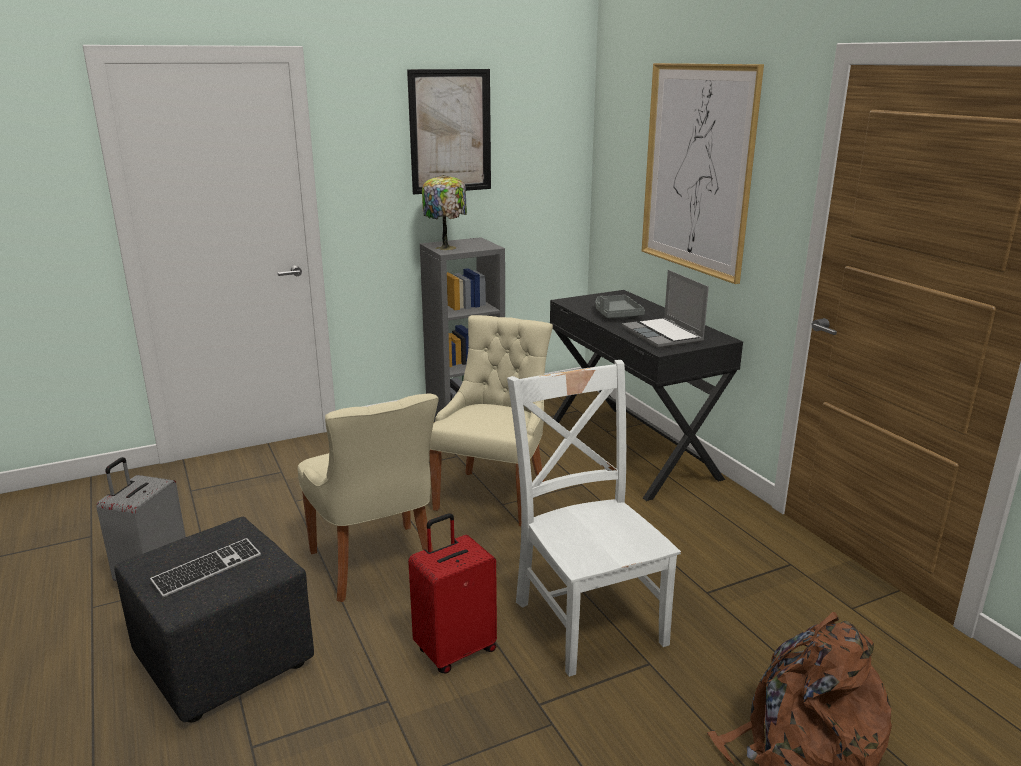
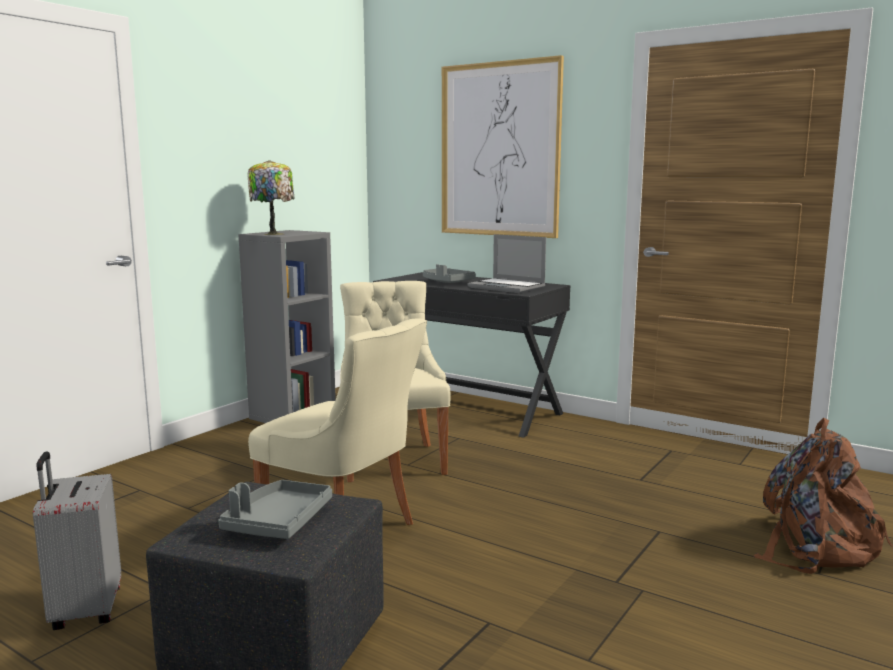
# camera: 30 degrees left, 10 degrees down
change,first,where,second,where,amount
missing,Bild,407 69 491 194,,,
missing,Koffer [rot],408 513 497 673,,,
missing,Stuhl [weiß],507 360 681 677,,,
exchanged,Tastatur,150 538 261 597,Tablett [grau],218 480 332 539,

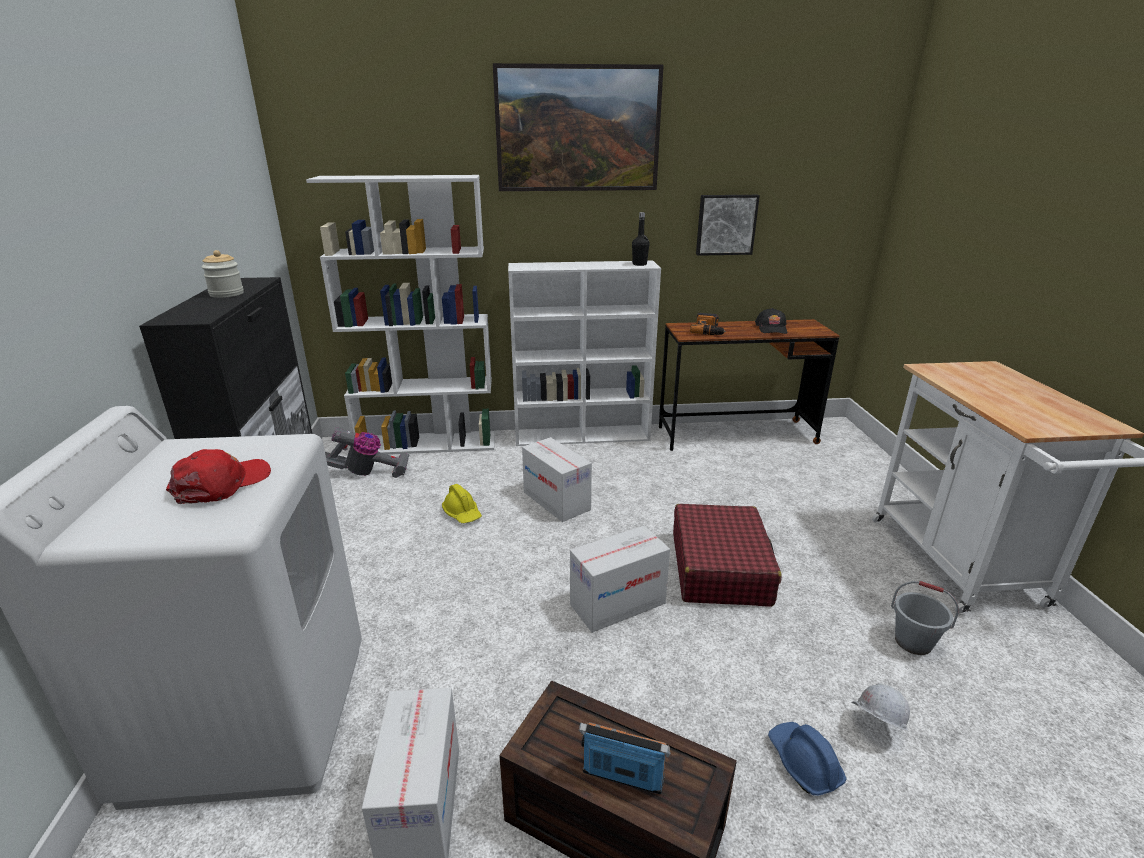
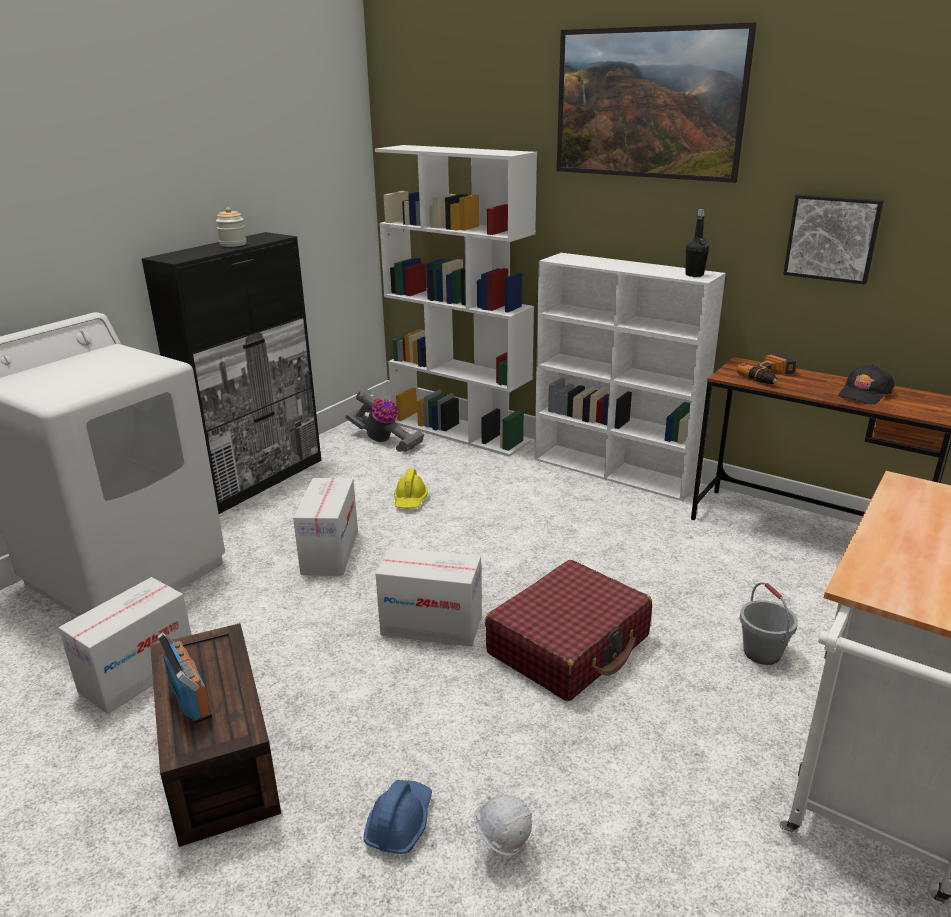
# camera: 40 degrees right, 0 degrees up
change,first,where,second,where,amount
missing,Kappe [rot],166 449 271 504,,,
relocated,Karton,522 437 592 522,,293 478 358 576,
relocated,Eimer [grau],891 581 959 655,,740 582 798 665,

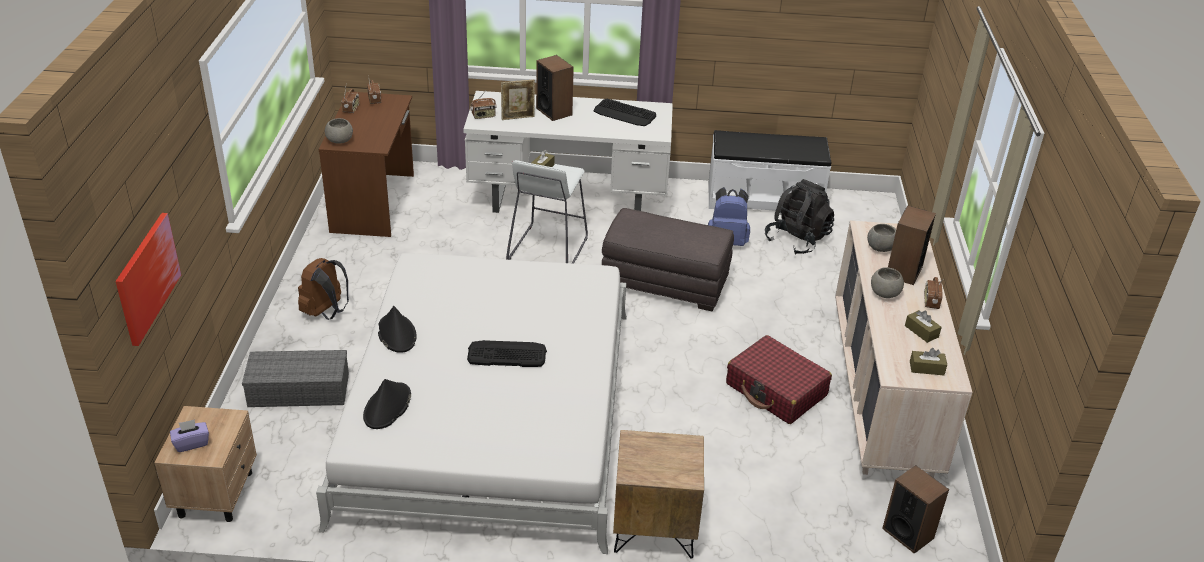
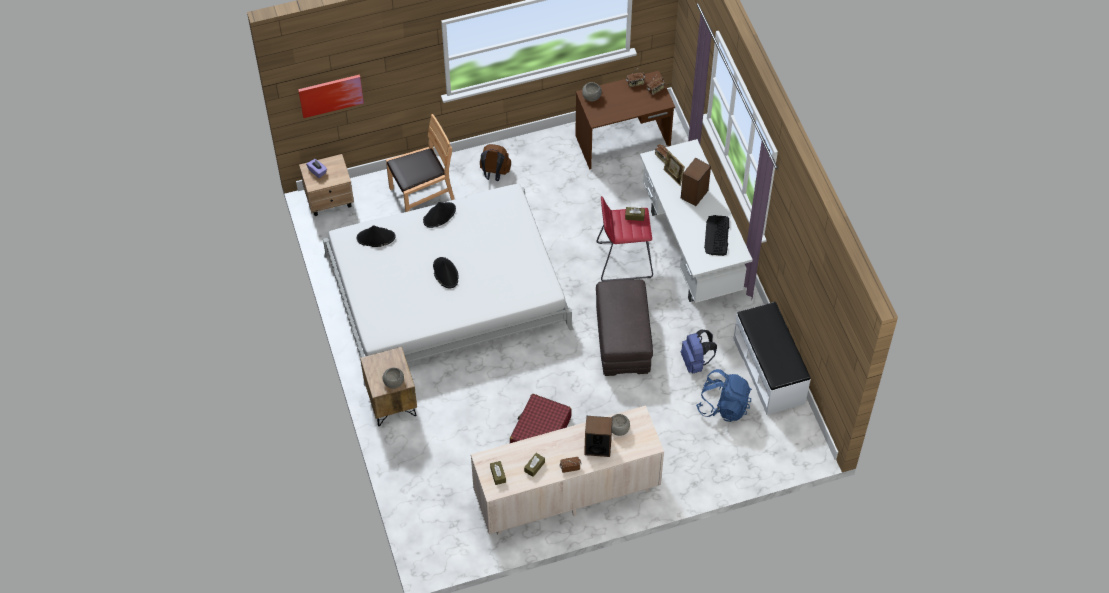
# camera: 70 degrees right, 20 degrees up
change,first,where,second,where,amount
missing,Lautsprecher,882 465 949 554,,,
relocated,Schüssel [grau],871 267 904 298,,383 368 404 389,
exchanged,Aufbewahrungsbox [grau],242 350 349 407,Stuhl [braun],386 114 454 212,
exchanged,Tastatur,467 340 547 367,Hut [schwarz],433 257 459 288,
colour,Hocker [weiß],506 160 588 264,Hocker [rot],597 196 653 281,
colour,Rucksack [schwarz],765 179 834 255,Rucksack [blau],696 369 752 422,

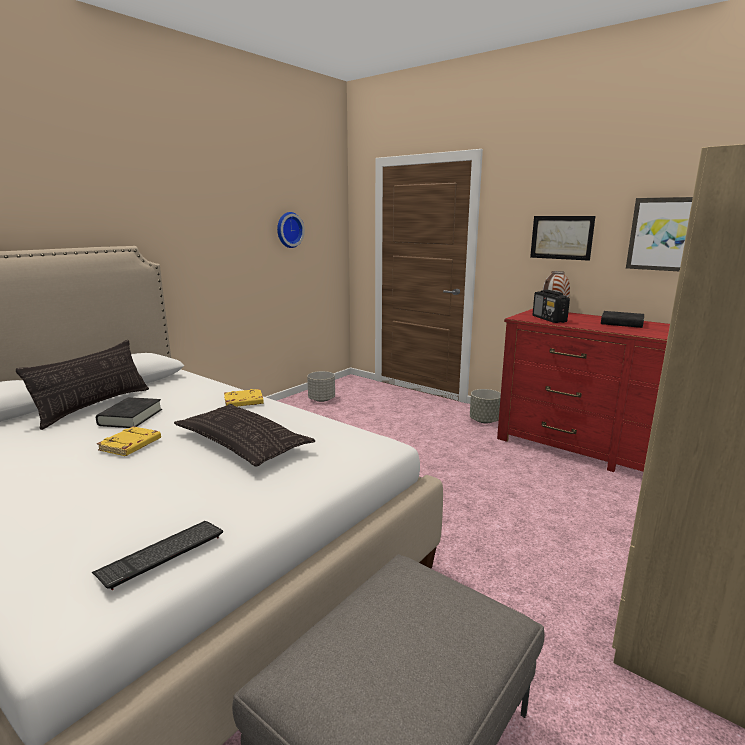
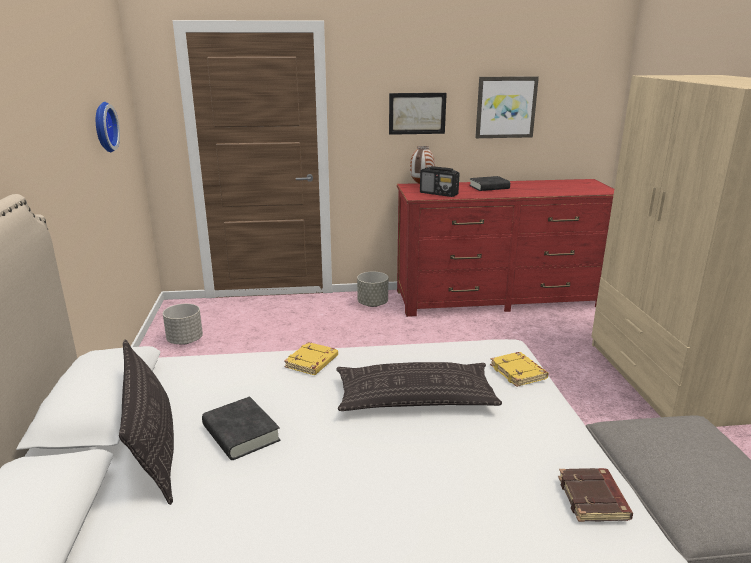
# camera: 45 degrees left, 5 degrees up
change,first,where,second,where,amount
relocated,Buch [gelb],97 426 161 456,,490 352 549 387,
exchanged,Tastatur,92 521 223 590,Buch [braun],558 468 633 522,

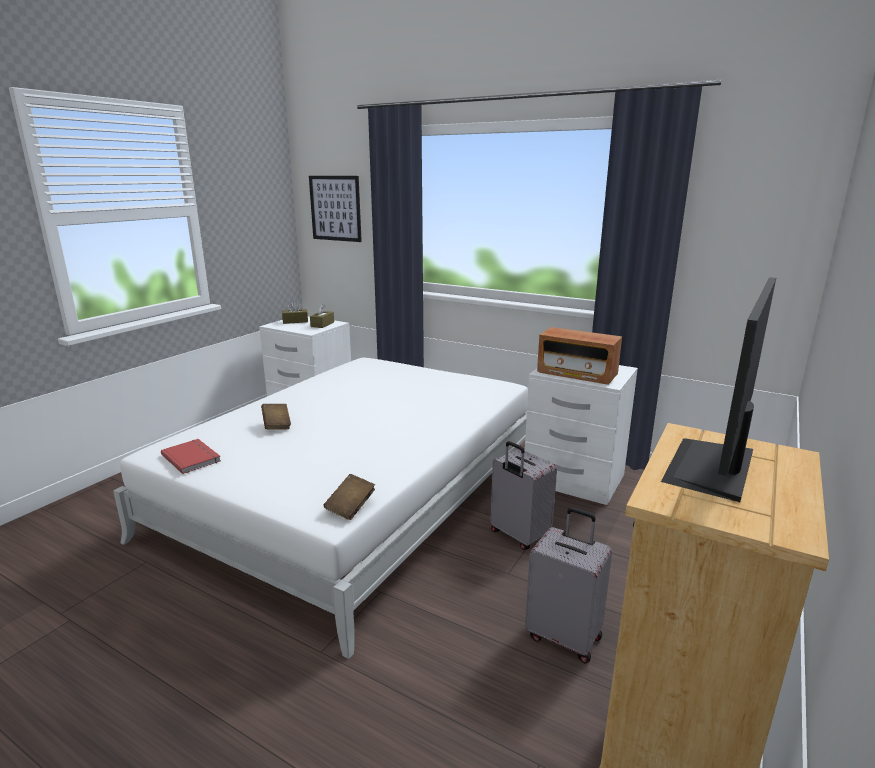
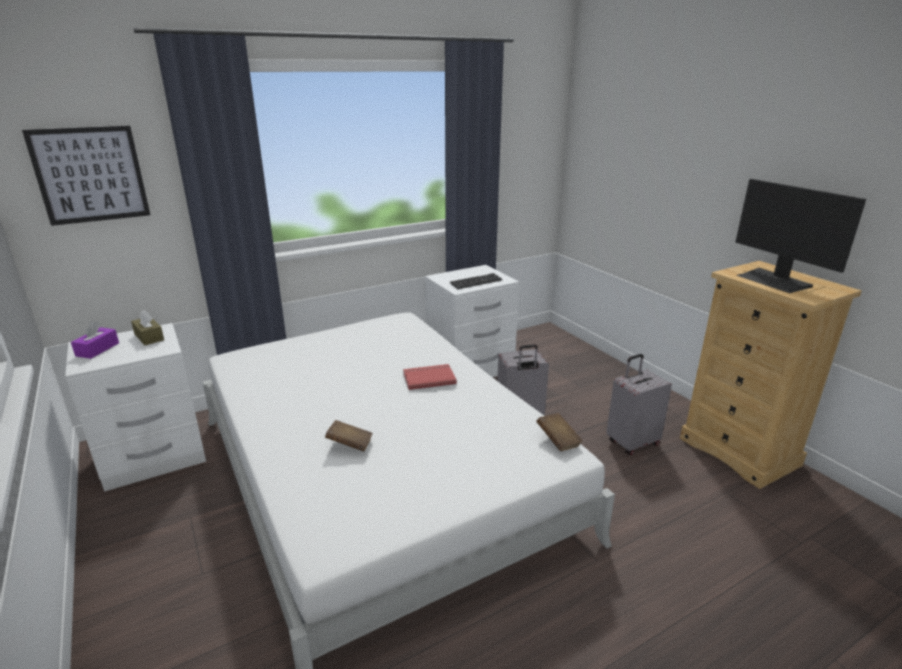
# camera: 60 degrees left, 5 degrees up
change,first,where,second,where,amount
relocated,Buch [rot],161 439 221 474,,403 364 457 390,
exchanged,Radio,537 327 622 385,Tastatur,450 273 502 289,
colour,Taschentuchbox [braun],282 301 308 324,Taschentuchbox [lila],71 321 119 359,

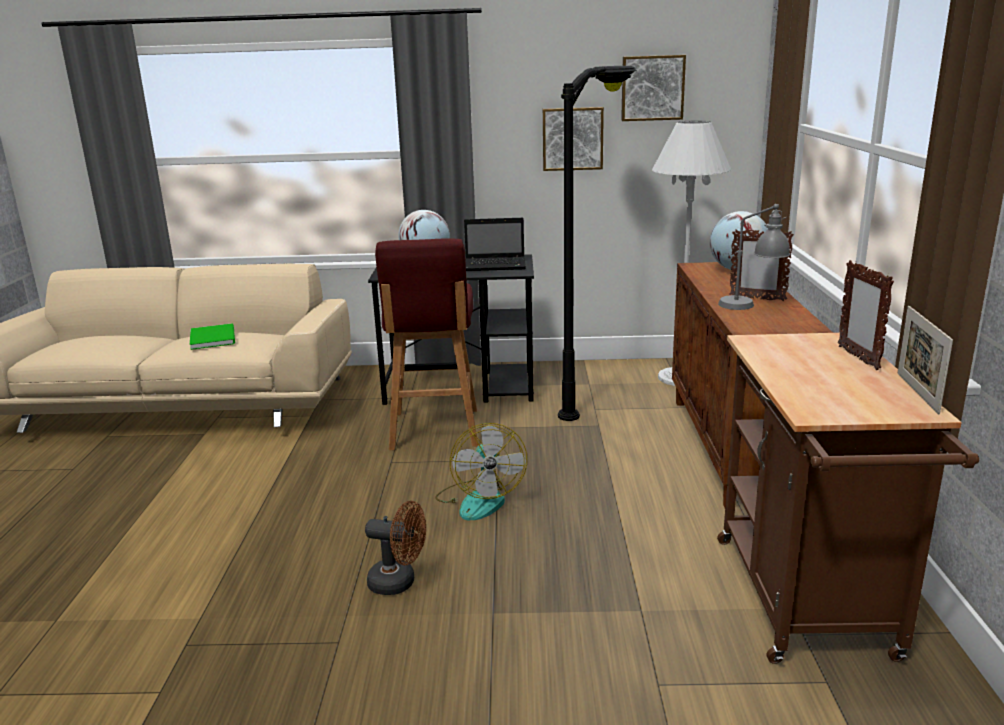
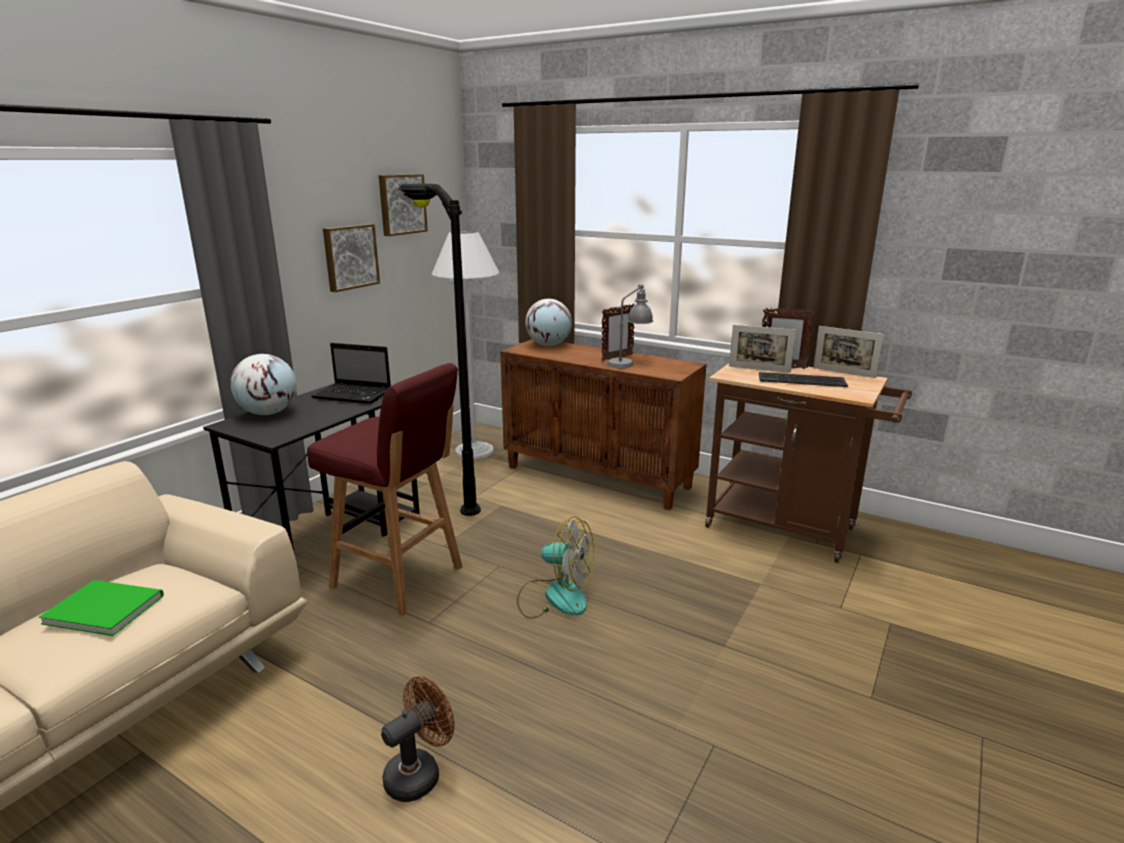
# camera: 60 degrees left, 0 degrees up
change,first,where,second,where,amount
appeared,,,Bilderrahmen,729 325 796 373,
appeared,,,Tastatur,759 372 848 388,
relocated,Ventilator [braun],365 501 426 595,,381 676 454 802,
spun,Laptop,464 218 526 271,,311 343 391 404,75 degrees clockwise

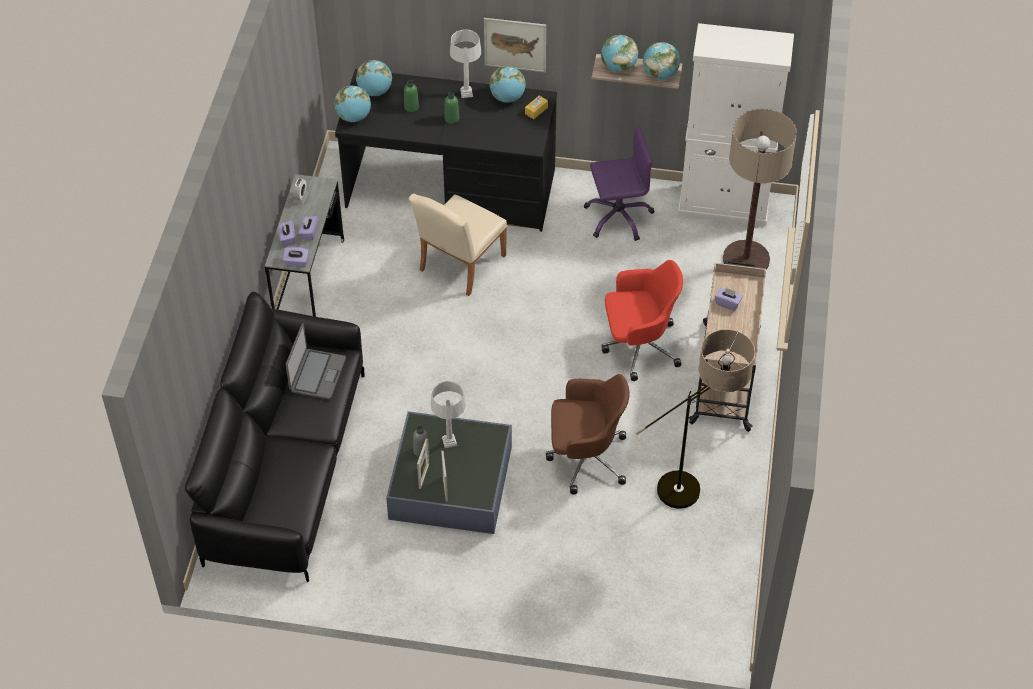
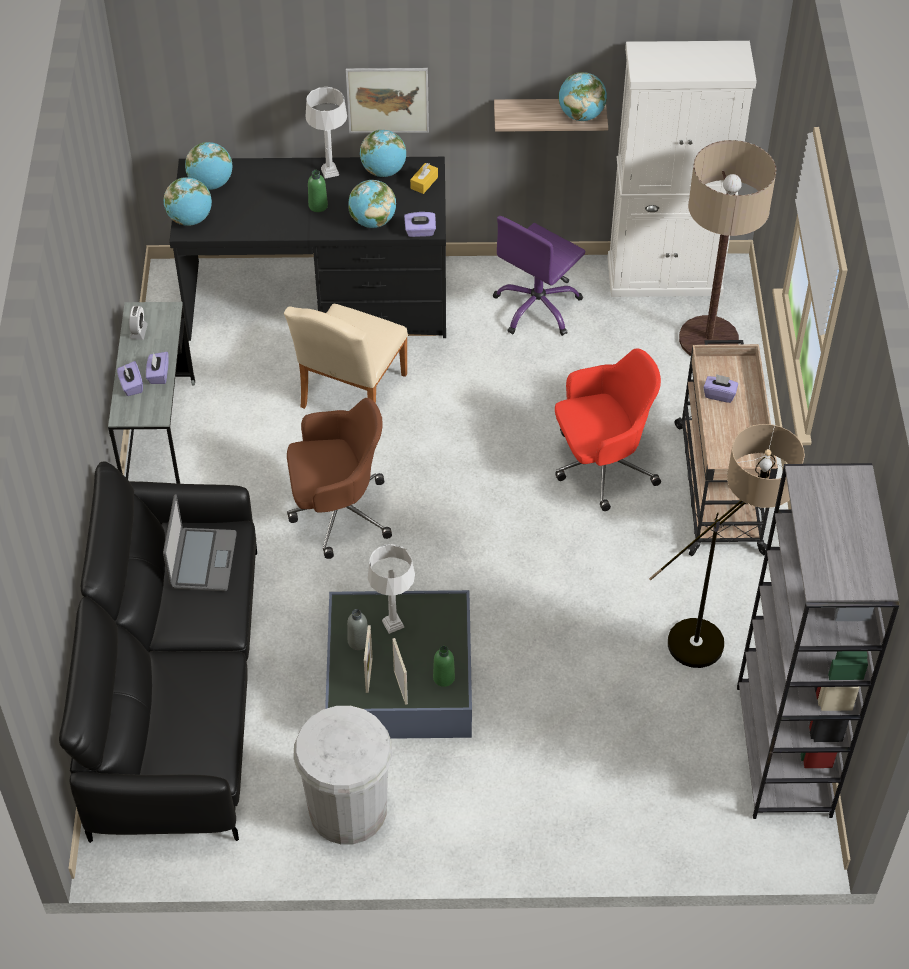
# camera: 10 degrees left, 0 degrees up
change,first,where,second,where,amount
appeared,,,Mülleimer [weiß],293 706 392 845,
appeared,,,Bücherregal [grau],737 463 899 819,
relocated,Taschentuchbox [lila],283 247 309 267,,404 212 436 237,
relocated,Flasche [grün],404 80 419 112,,433 646 455 687,
relocated,Bürostuhl [braun],546 374 630 494,,287 398 392 559,
relocated,Globus,601 35 638 72,,348 180 396 228,
spun,Bürostuhl [lila],584 126 655 241,,493 216 585 336,150 degrees clockwise

